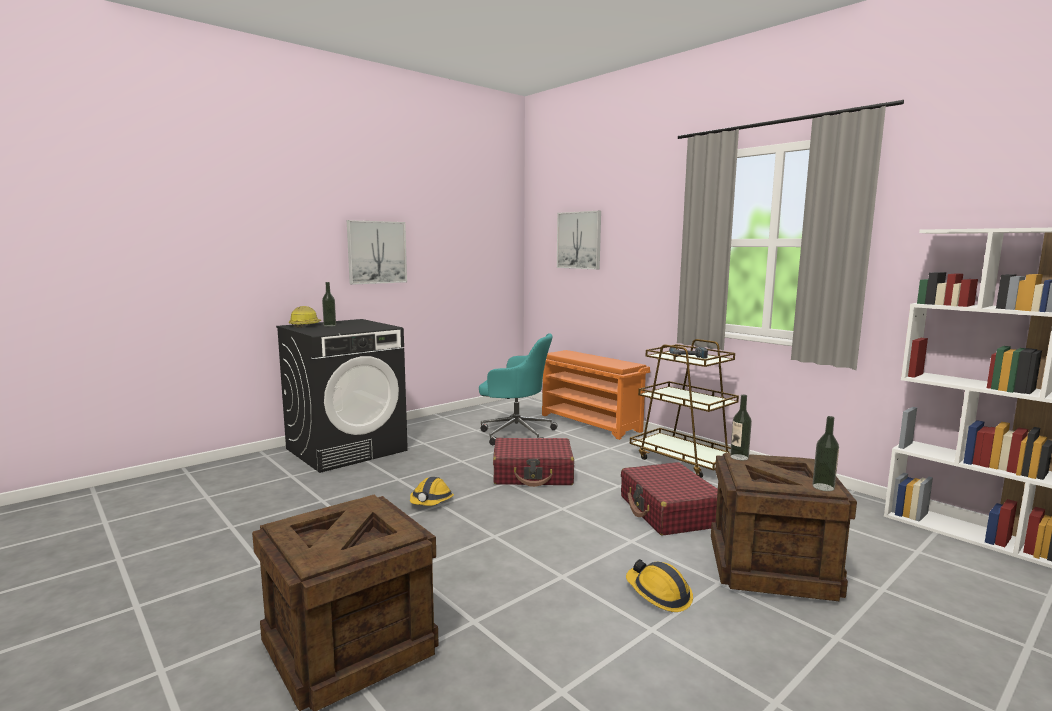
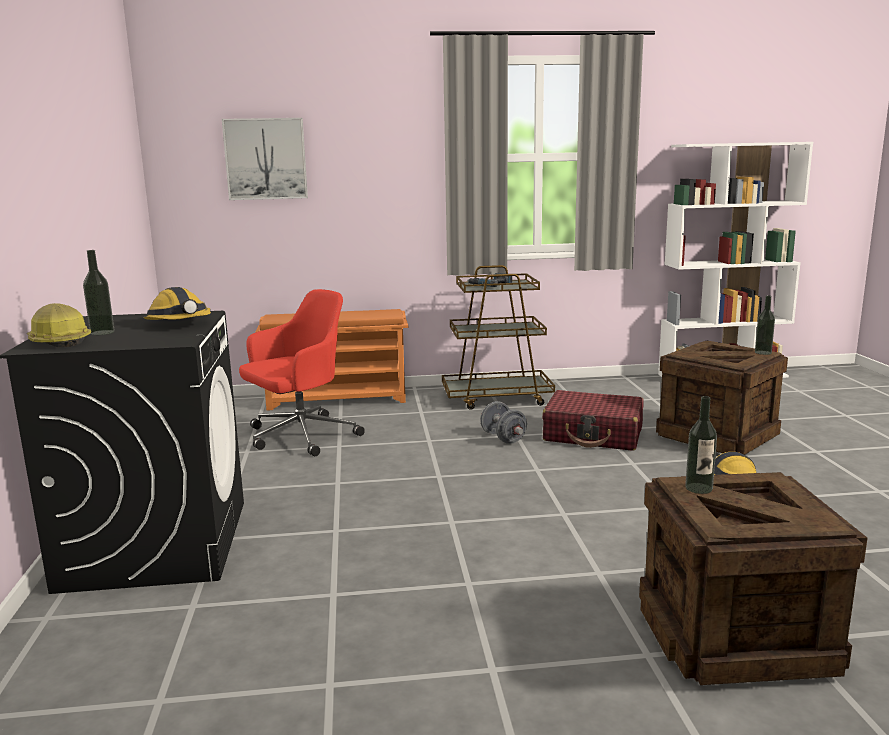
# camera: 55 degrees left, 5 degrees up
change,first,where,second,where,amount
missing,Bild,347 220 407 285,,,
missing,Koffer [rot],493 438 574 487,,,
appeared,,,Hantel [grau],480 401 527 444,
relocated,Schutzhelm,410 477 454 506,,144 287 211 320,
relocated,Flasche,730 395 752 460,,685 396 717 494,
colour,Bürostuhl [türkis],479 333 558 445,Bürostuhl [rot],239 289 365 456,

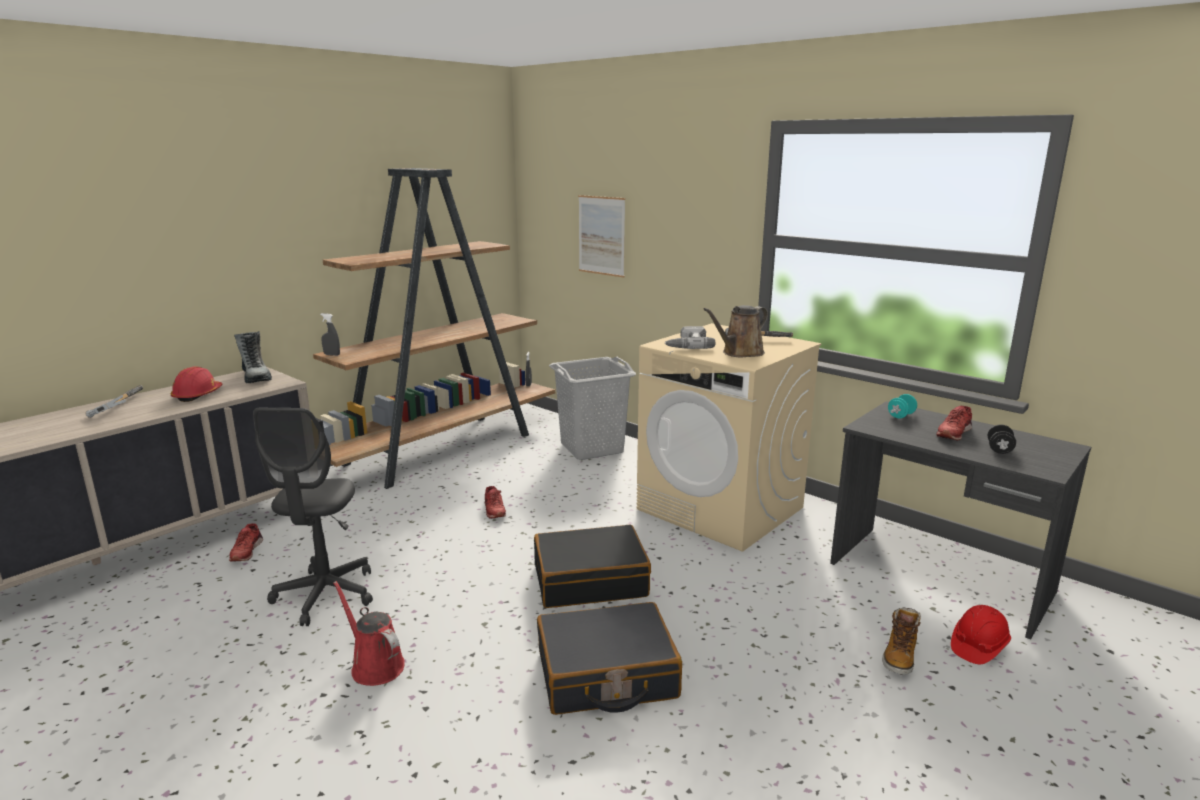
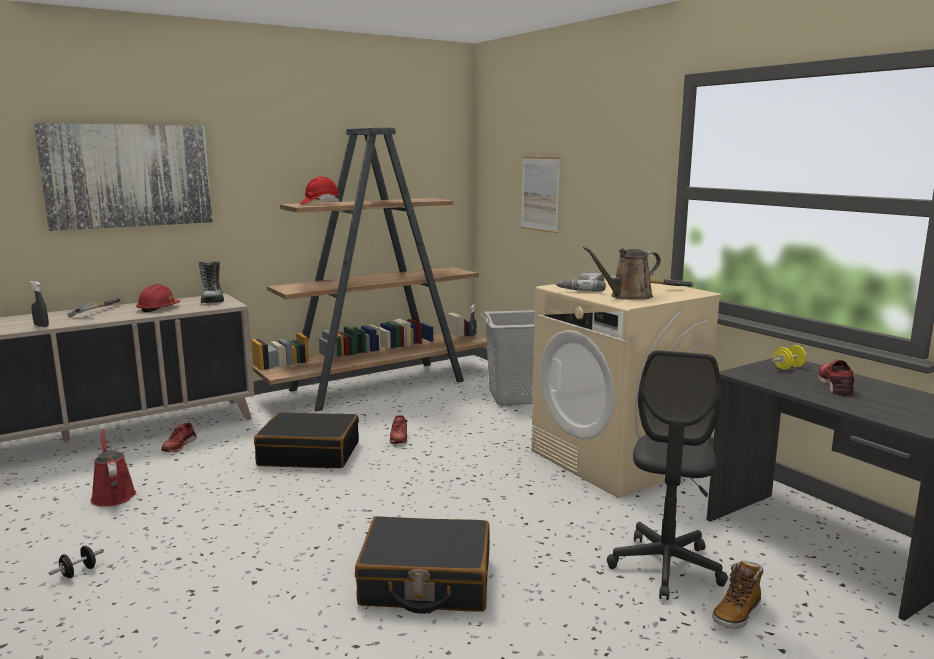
# camera: 15 degrees right, 5 degrees down
change,first,where,second,where,amount
appeared,,,Bild,34 123 213 231,
relocated,Bürostuhl [grau],253 408 373 626,,607 350 728 600,
relocated,Sprühflasche [grau],320 313 340 356,,30 281 49 327,
relocated,Gießkanne [rot],333 581 405 686,,90 428 136 507,
relocated,Koffer [schwarz],534 524 651 608,,254 412 359 468,
relocated,Schutzhelm [rot],951 605 1011 664,,300 176 340 204,
relocated,Hantel [schwarz],988 425 1016 454,,48 546 104 578,
colour,Hantel [türkis],888 394 917 418,Hantel [gelb],772 345 808 370,
spun,Schuh [rot],936 406 972 441,,818 359 854 396,135 degrees clockwise

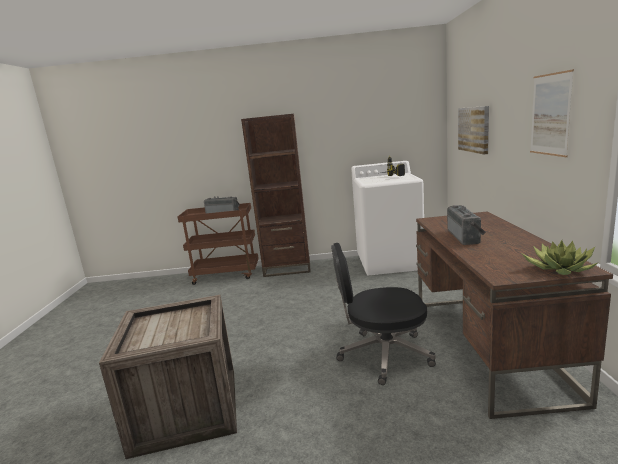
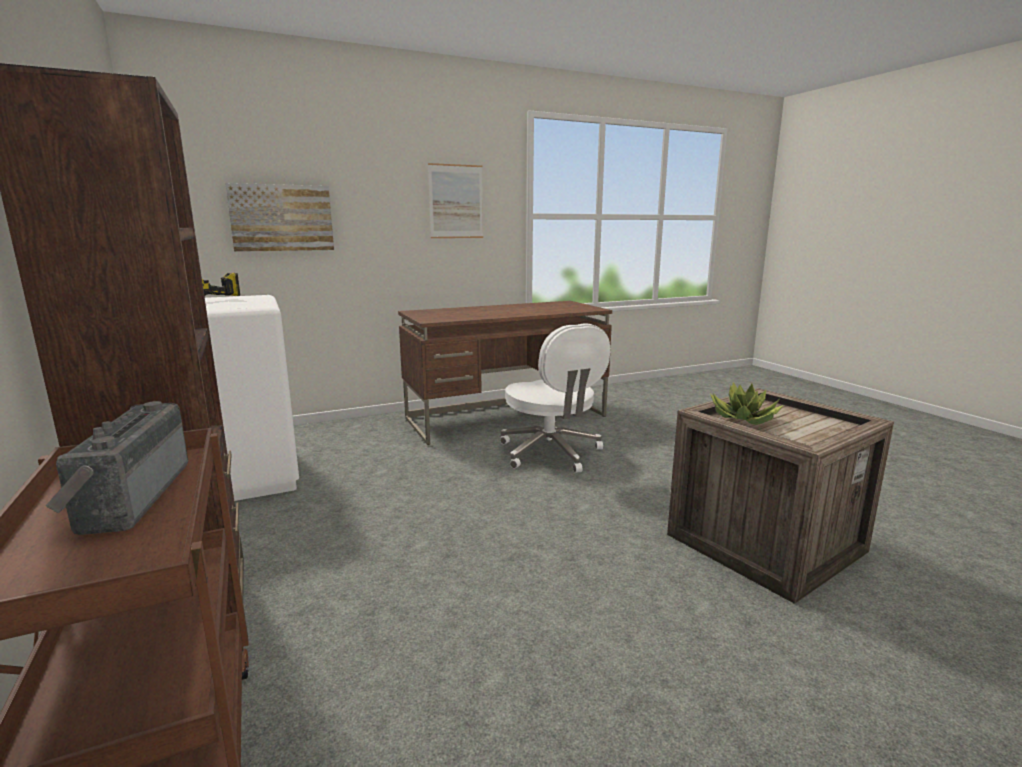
# camera: 115 degrees left, 0 degrees up
change,first,where,second,where,amount
missing,Radio,447 205 486 245,,,
relocated,Topfpflanze,522 240 599 275,,710 382 784 425,
colour,Bürostuhl [schwarz],331 243 436 385,Bürostuhl [weiß],500 323 610 473,

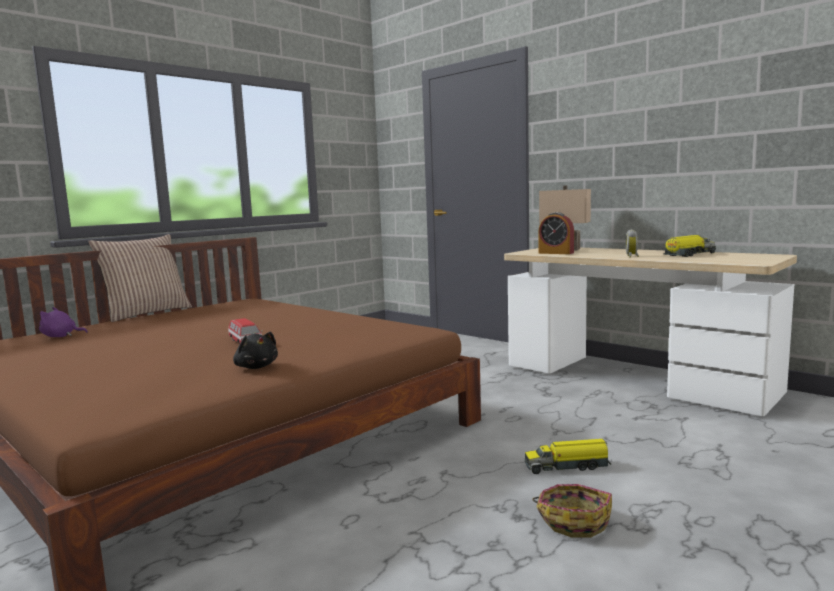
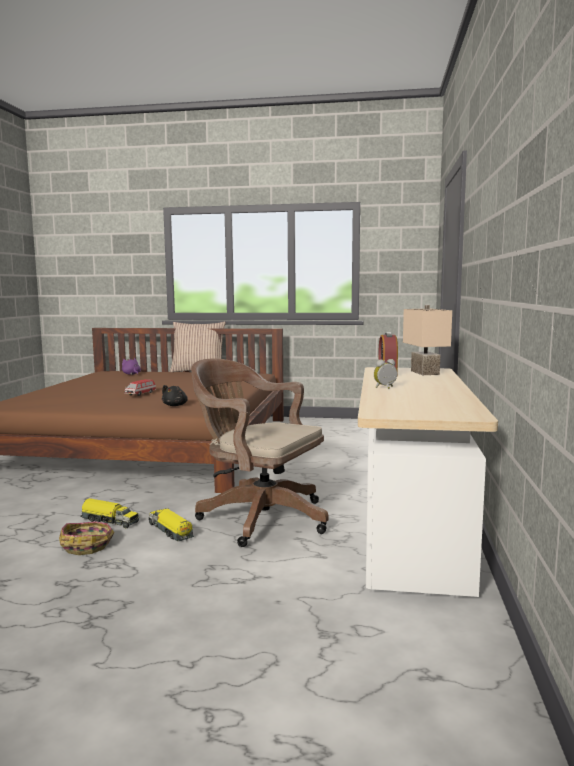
# camera: 55 degrees right, 0 degrees up
change,first,where,second,where,amount
appeared,,,Bürostuhl [braun],191 359 329 547,
relocated,Plüschtier [schwarz],233 332 278 369,,162 385 188 406,
relocated,Spielzeuglaster,664 235 716 257,,80 498 139 528,

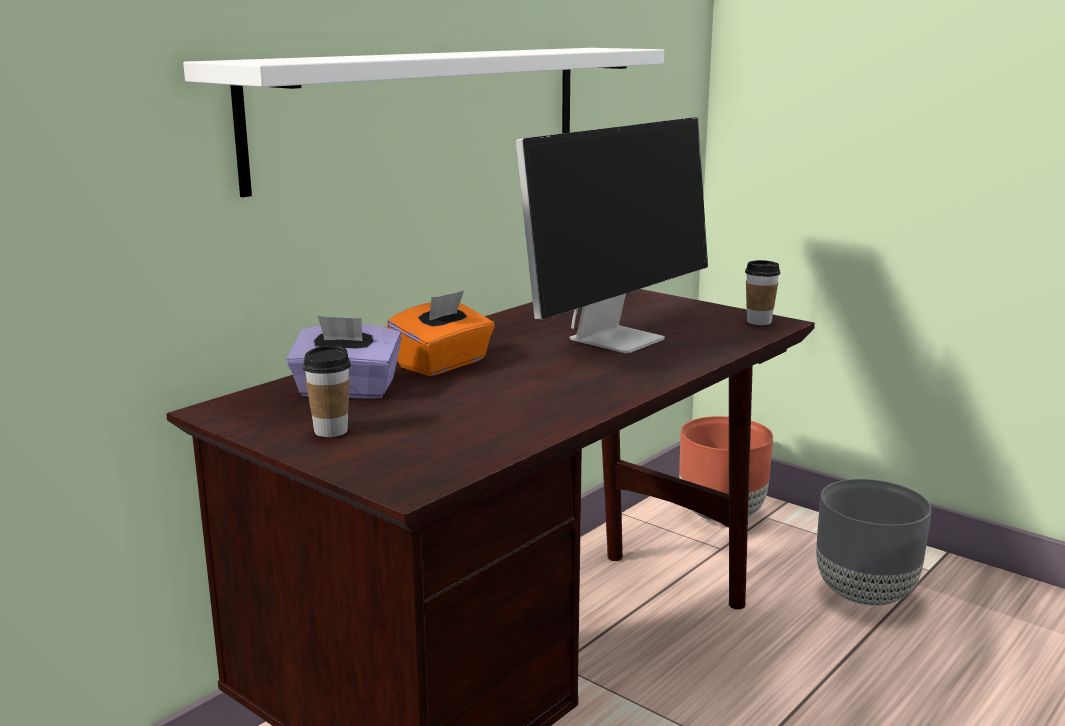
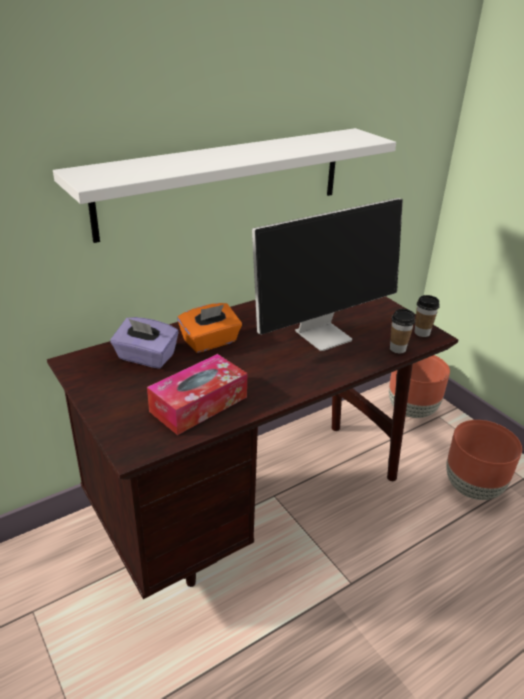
# camera: 15 degrees right, 15 degrees up
change,first,where,second,where,amount
appeared,,,Taschentuchbox,147 354 247 435,
relocated,Tasse,303 345 351 437,,390 309 415 353,
colour,Pflanzkübel [grau],816 479 931 606,Pflanzkübel [braun],446 420 522 500,

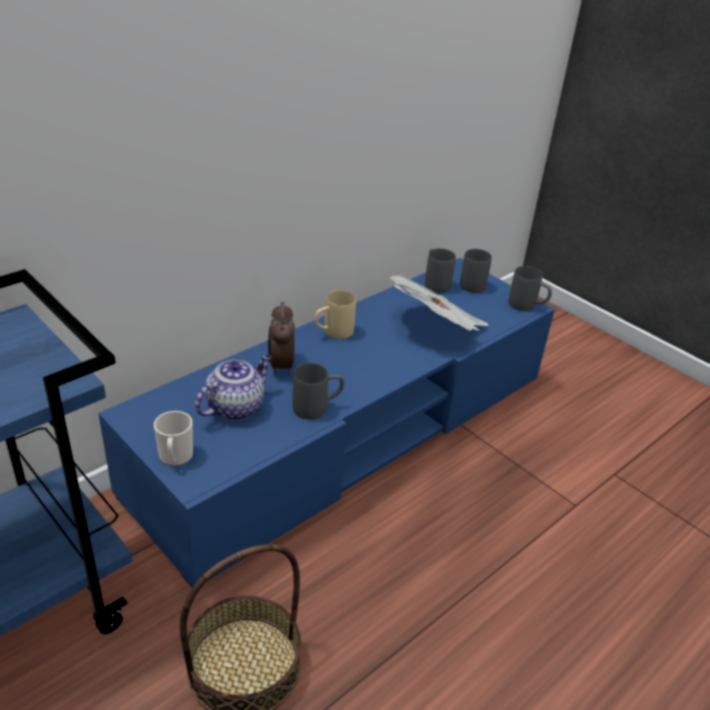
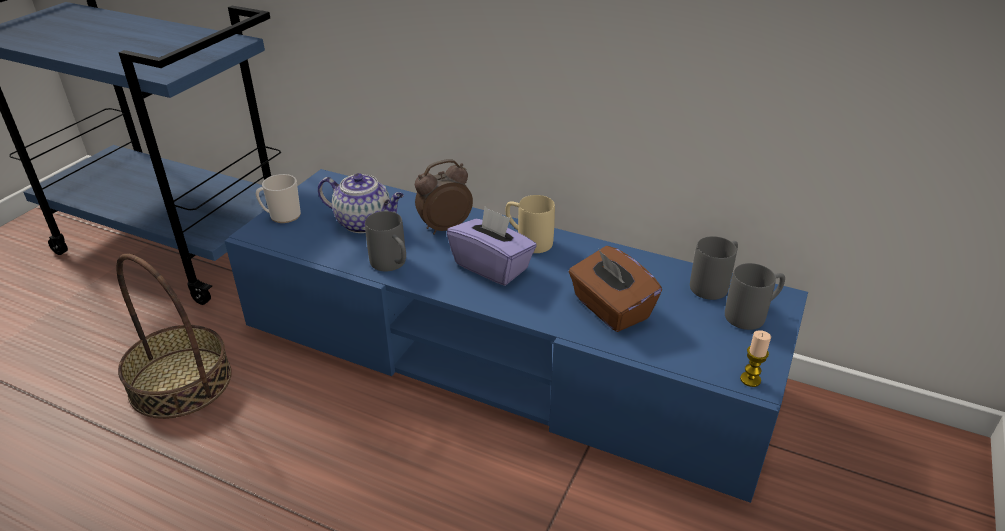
# camera: 70 degrees right, 0 degrees up
change,first,where,second,where,amount
appeared,,,Taschentuchbox [lila],447 207 537 286,
exchanged,Zeitung,390 275 489 331,Taschentuchbox [braun],569 246 662 332,
exchanged,Henkelbecher [grau],508 266 552 311,Kerze,740 330 771 387,

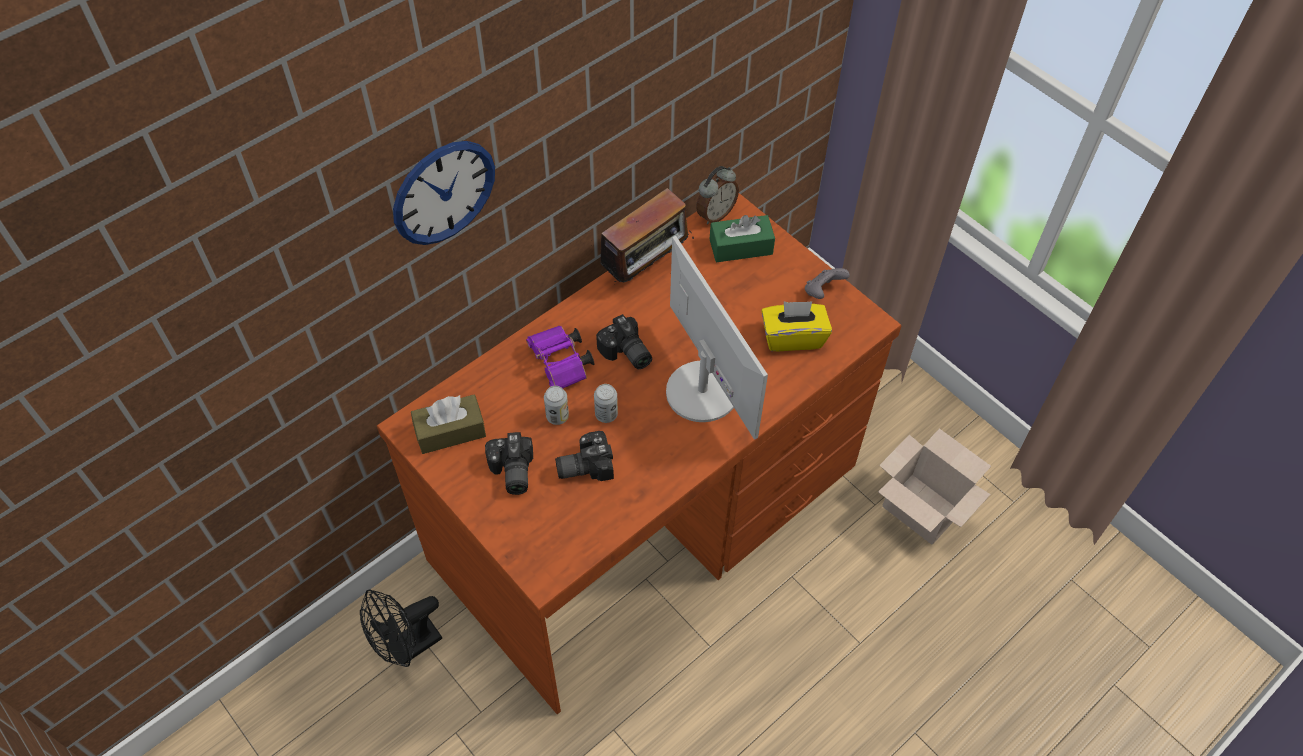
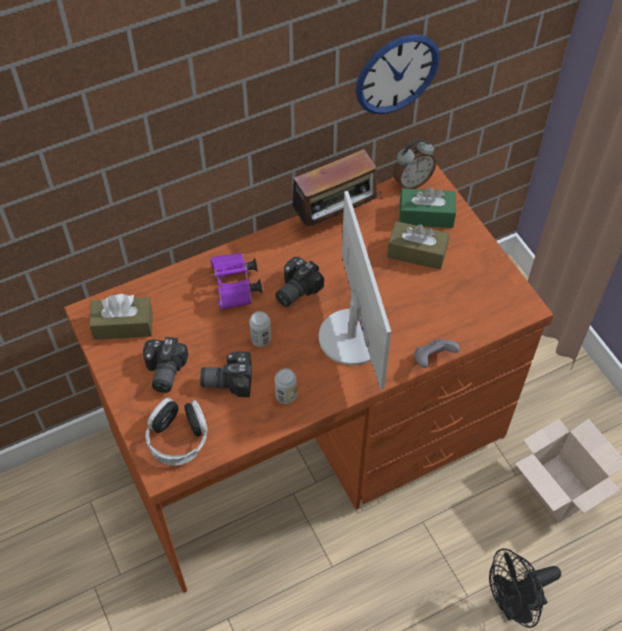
# camera: 15 degrees right, 0 degrees up
change,first,where,second,where,amount
missing,Taschentuchbox [gelb],761 301 832 351,,,
appeared,,,Kopfhörer,145 398 208 466,
appeared,,,Taschentuchbox [braun],387 221 450 270,
relocated,Ventilator [schwarz],360 589 442 667,,489 549 561 628,
relocated,Wanduhr,393 141 495 245,,355 34 440 114,
relocated,Dose,544 386 569 425,,275 368 297 404,
relocated,Gamepad [grau],805 268 850 299,,414 339 460 368,
spun,Kamera,596 314 652 369,,275 257 324 307,60 degrees clockwise

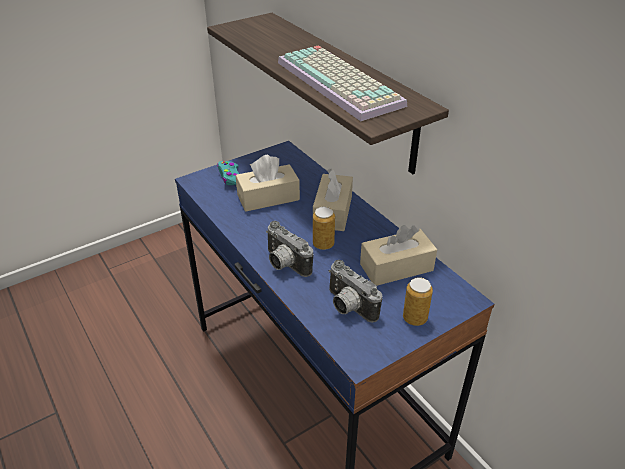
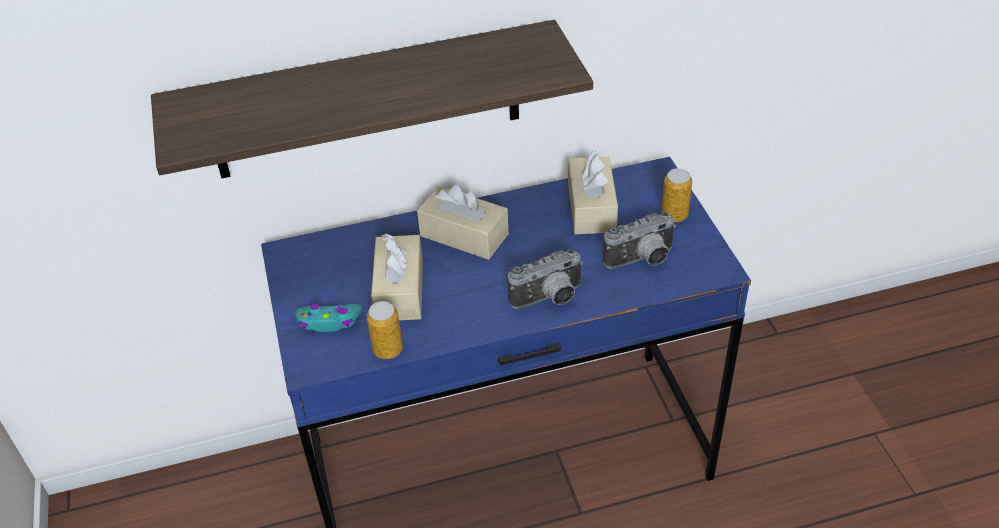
# camera: 70 degrees left, 5 degrees up
change,first,where,second,where,amount
missing,Tastatur,278 45 407 121,,,
relocated,Dose,313 207 335 250,,367 301 403 359,

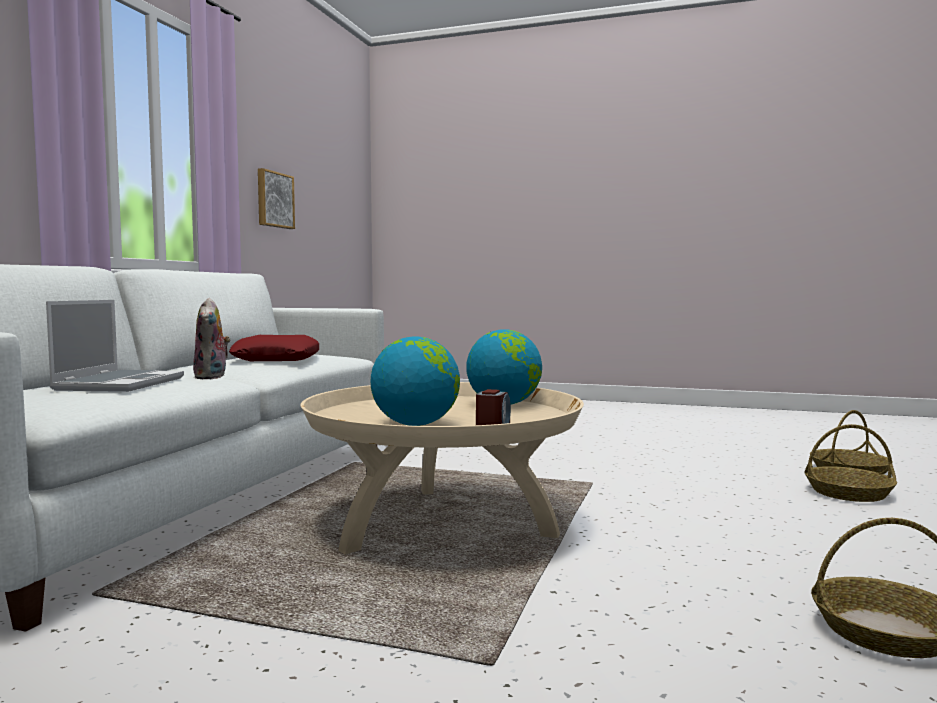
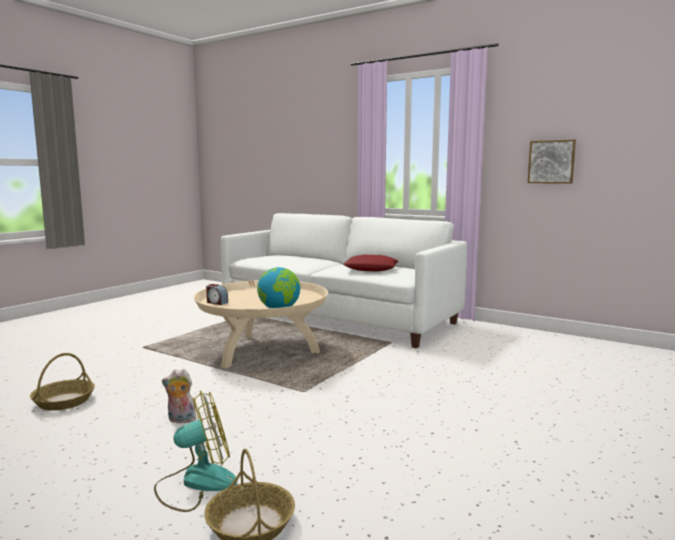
# camera: 105 degrees right, 5 degrees up
change,first,where,second,where,amount
missing,Laptop,46 300 184 392,,,
missing,Globus,371 336 460 426,,,
relocated,Plüschtier,193 298 230 380,,162 369 198 425,
exchanged,Korb,805 424 897 502,Ventilator,154 390 237 512,

